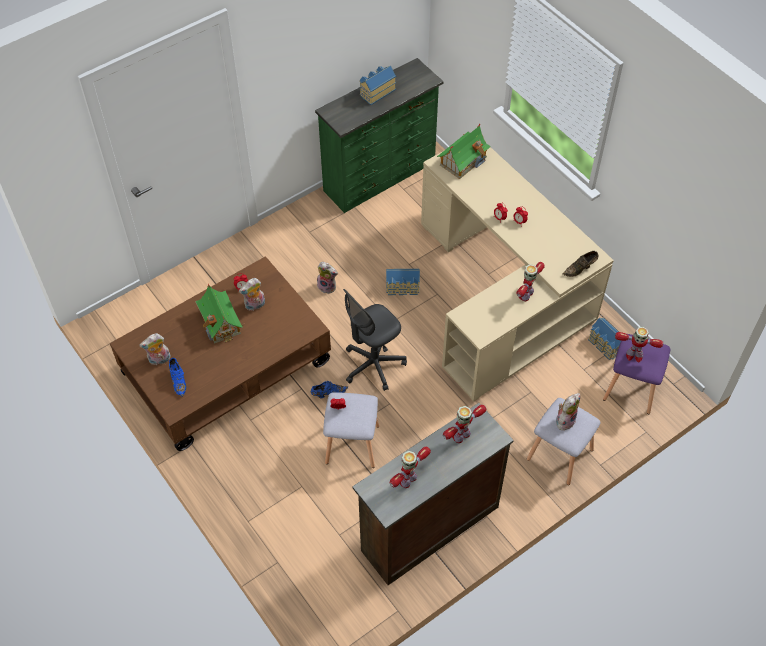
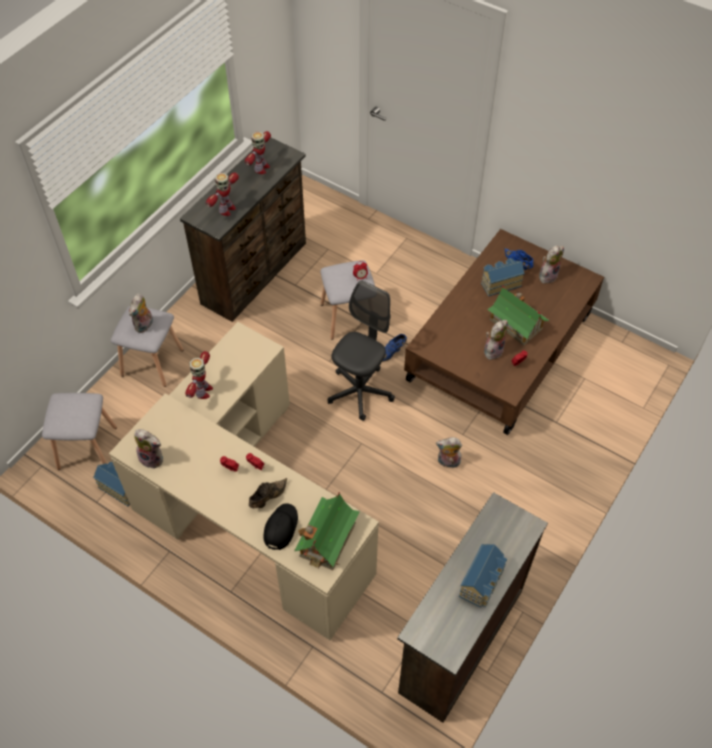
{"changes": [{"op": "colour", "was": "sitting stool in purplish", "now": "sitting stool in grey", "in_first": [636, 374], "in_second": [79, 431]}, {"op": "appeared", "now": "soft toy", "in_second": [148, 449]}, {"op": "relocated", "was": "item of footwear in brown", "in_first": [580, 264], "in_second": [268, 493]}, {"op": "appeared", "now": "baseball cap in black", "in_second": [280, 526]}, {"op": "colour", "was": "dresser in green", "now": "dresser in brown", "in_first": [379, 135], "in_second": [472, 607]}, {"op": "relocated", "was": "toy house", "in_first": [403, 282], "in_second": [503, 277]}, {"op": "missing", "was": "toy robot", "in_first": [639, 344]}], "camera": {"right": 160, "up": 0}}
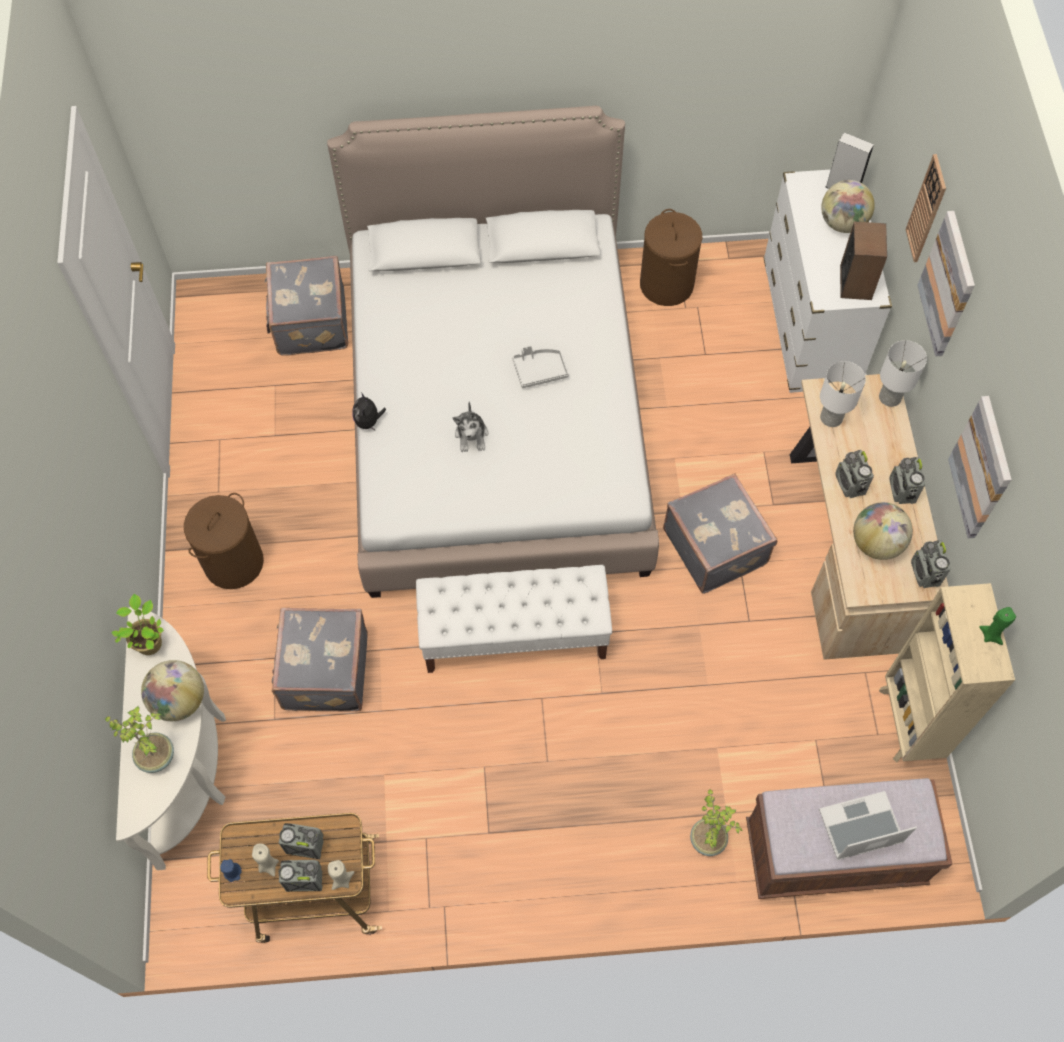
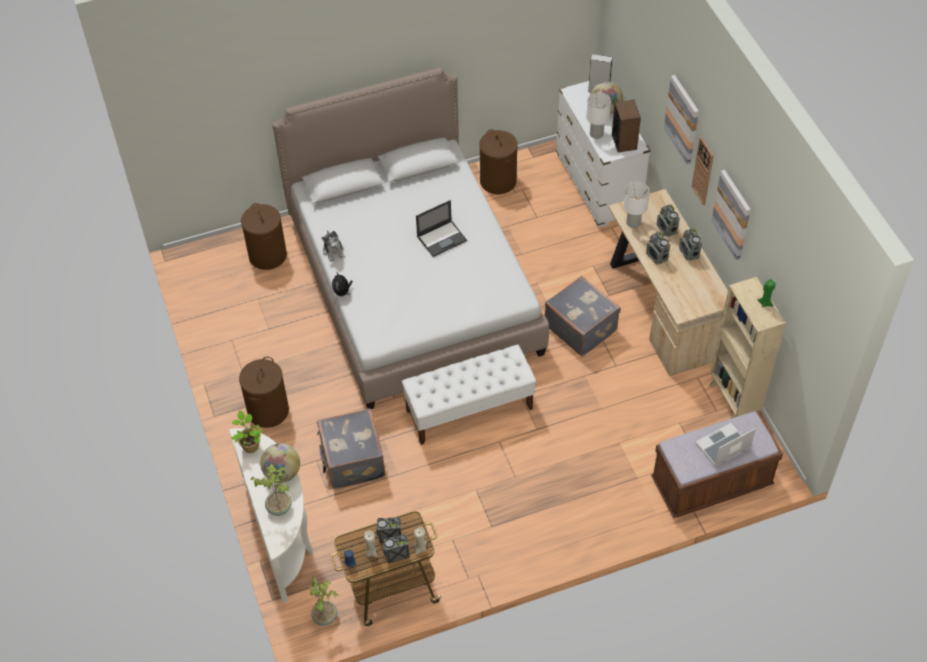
{"changes": [{"op": "exchanged", "was": "piece of luggage in grey", "now": "hamper in brown", "in_first": [306, 306], "in_second": [264, 236]}, {"op": "relocated", "was": "houseplant", "in_first": [716, 822], "in_second": [323, 601]}, {"op": "relocated", "was": "soft toy", "in_first": [470, 426], "in_second": [333, 246]}, {"op": "exchanged", "was": "serving tray in grey", "now": "notebook computer", "in_first": [540, 367], "in_second": [441, 228]}, {"op": "relocated", "was": "tabletop lamp in white", "in_first": [903, 373], "in_second": [598, 116]}, {"op": "relocated", "was": "radio set", "in_first": [931, 564], "in_second": [668, 221]}, {"op": "relocated", "was": "clock on the wall", "in_first": [926, 208], "in_second": [703, 171]}, {"op": "missing", "was": "globe", "in_first": [883, 531]}], "camera": {"right": -15, "up": -10}}
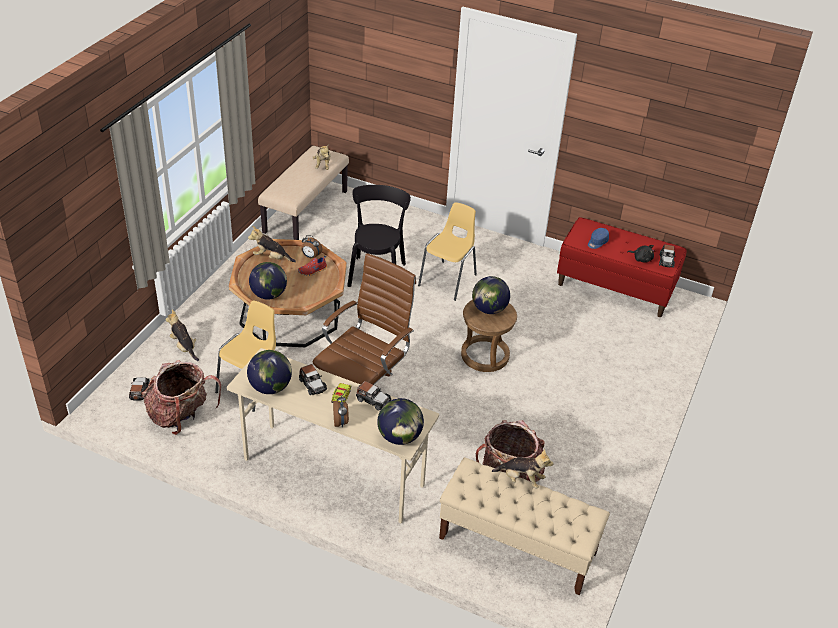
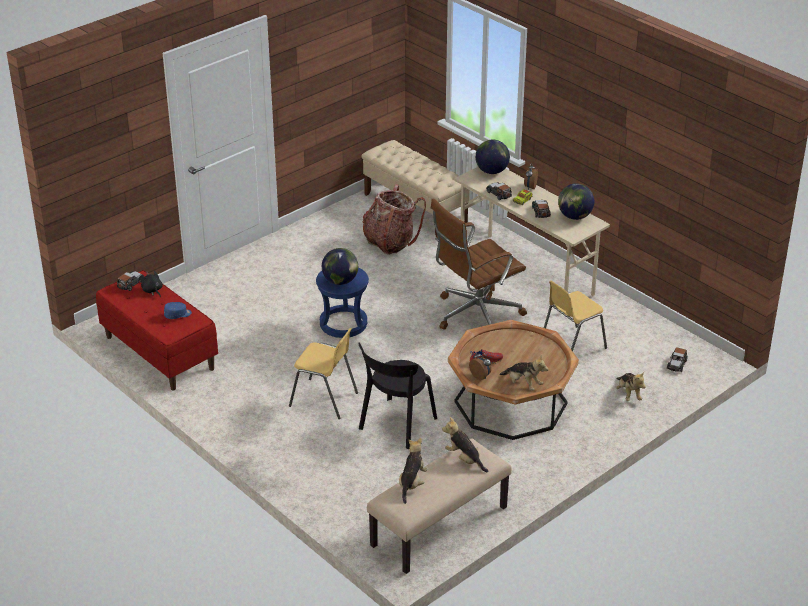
{"changes": [{"op": "spun", "was": "upright chair in yellow-coloured", "in_first": [447, 251], "in_second": [323, 373], "clockwise": -120}, {"op": "colour", "was": "sitting stool in brown", "now": "sitting stool in blue-coloured", "in_first": [489, 336], "in_second": [342, 302]}, {"op": "relocated", "was": "soft toy", "in_first": [522, 469], "in_second": [465, 445]}, {"op": "missing", "was": "rucksack", "in_first": [181, 397]}, {"op": "missing", "was": "globe", "in_first": [268, 281]}], "camera": {"right": -155, "up": -5}}
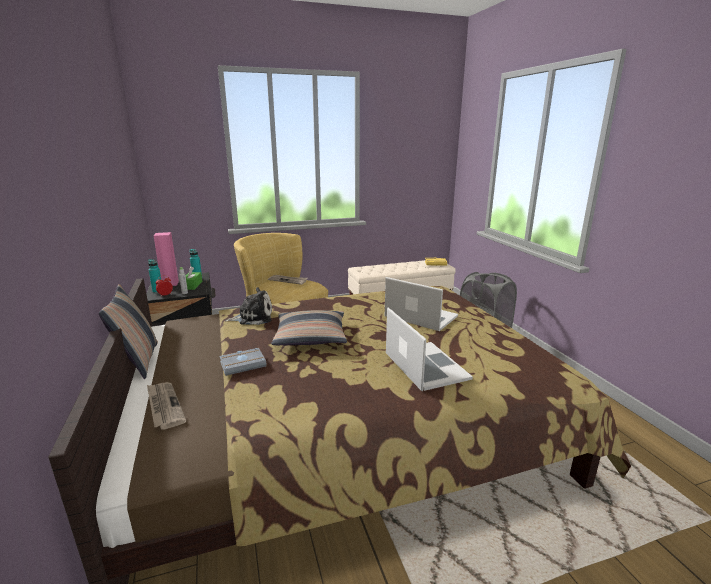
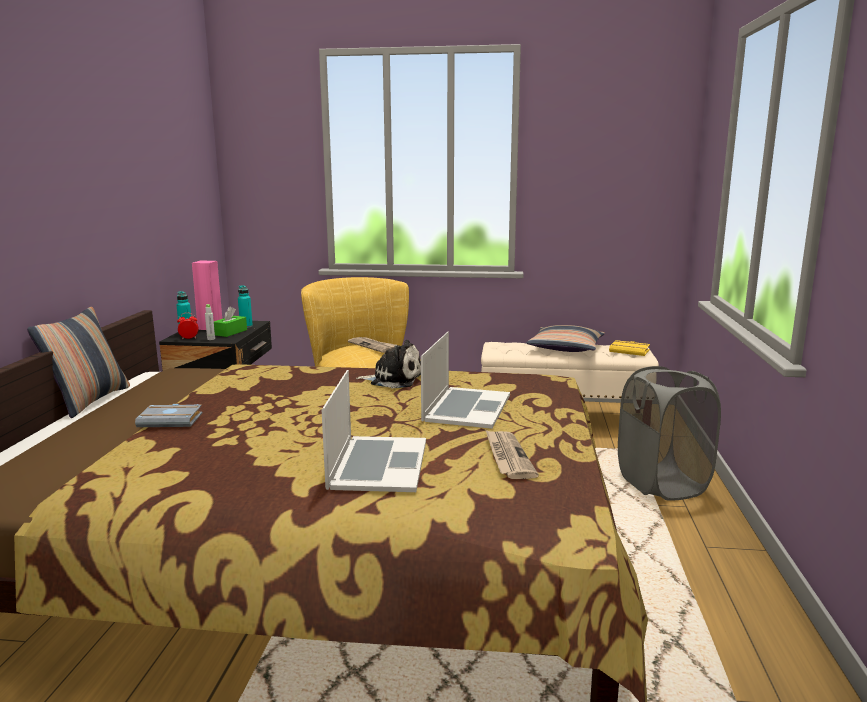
{"changes": [{"op": "relocated", "was": "soft toy", "in_first": [248, 306], "in_second": [388, 364]}, {"op": "spun", "was": "notebook computer", "in_first": [421, 304], "in_second": [465, 380], "clockwise": 45}, {"op": "relocated", "was": "printed paper", "in_first": [166, 405], "in_second": [512, 454]}, {"op": "relocated", "was": "cushion", "in_first": [309, 327], "in_second": [565, 338]}], "camera": {"right": 25, "up": -5}}
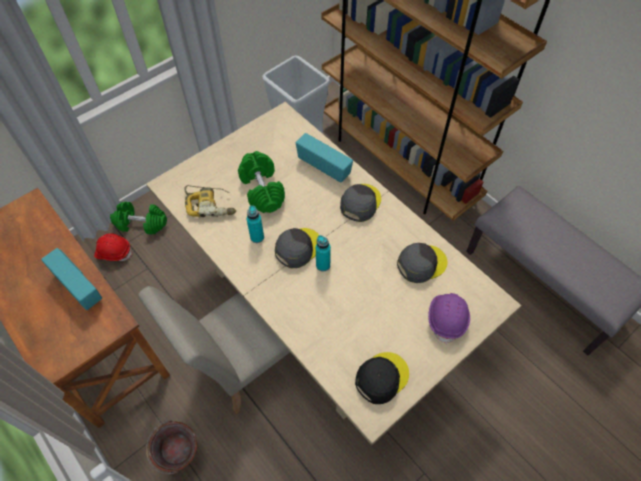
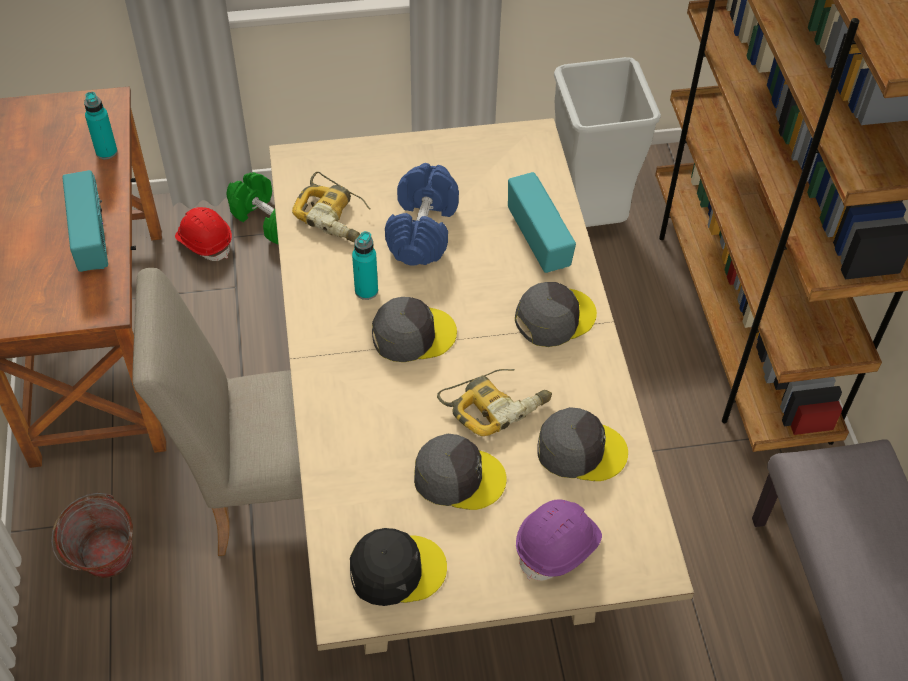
{"changes": [{"op": "relocated", "was": "beverage bottle in turquoise-coloured", "in_first": [323, 253], "in_second": [100, 125]}, {"op": "colour", "was": "dumbbell in green", "now": "dumbbell in blue-coloured", "in_first": [261, 182], "in_second": [422, 214]}, {"op": "appeared", "now": "baseball cap in grey", "in_second": [460, 472]}, {"op": "appeared", "now": "drill", "in_second": [494, 402]}], "camera": {"right": 30, "up": -5}}
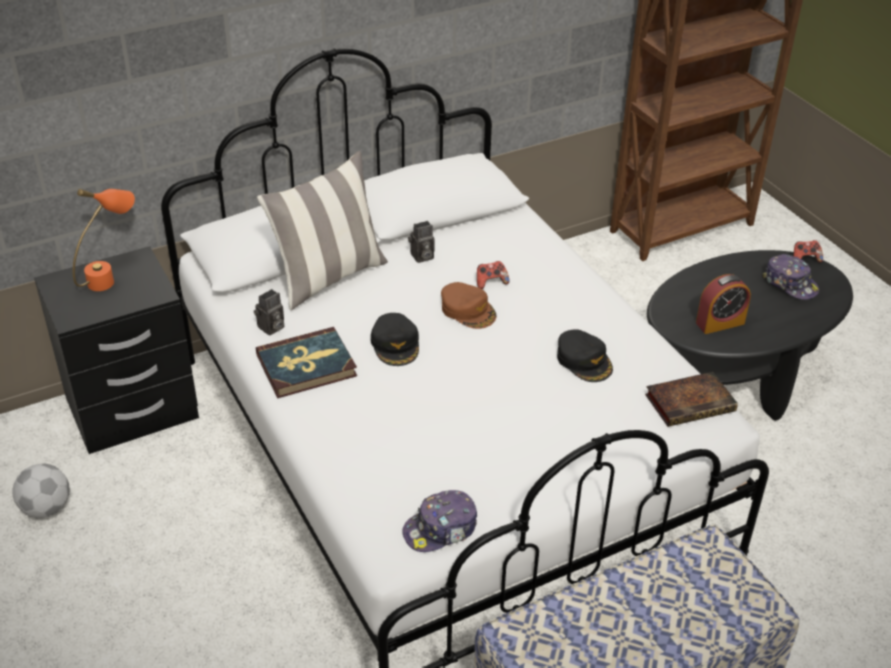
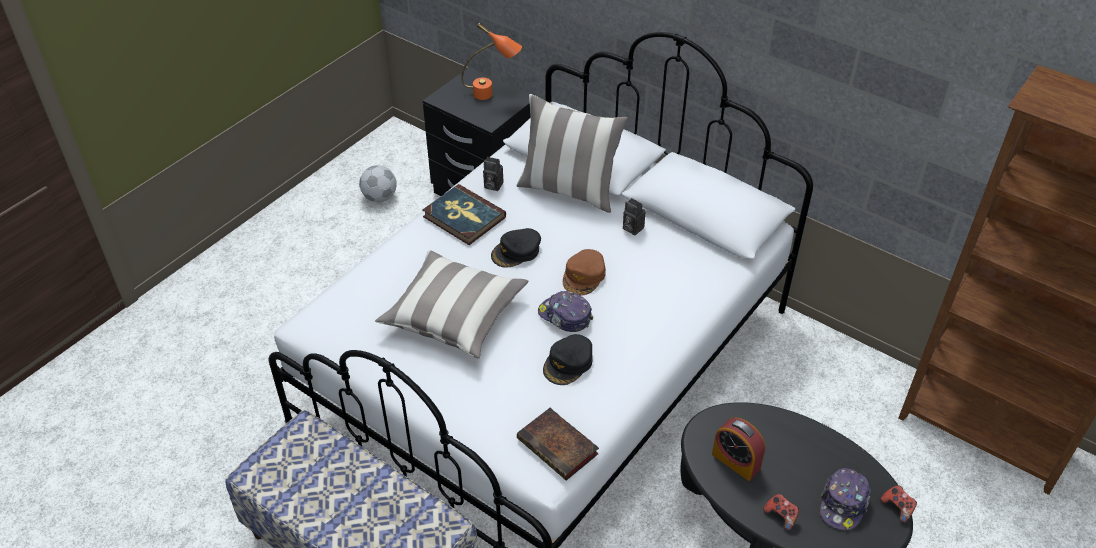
{"changes": [{"op": "appeared", "now": "cushion", "in_second": [451, 304]}, {"op": "relocated", "was": "baseball cap", "in_first": [439, 521], "in_second": [566, 311]}, {"op": "relocated", "was": "gamepad", "in_first": [493, 275], "in_second": [781, 512]}], "camera": {"right": 65, "up": 5}}
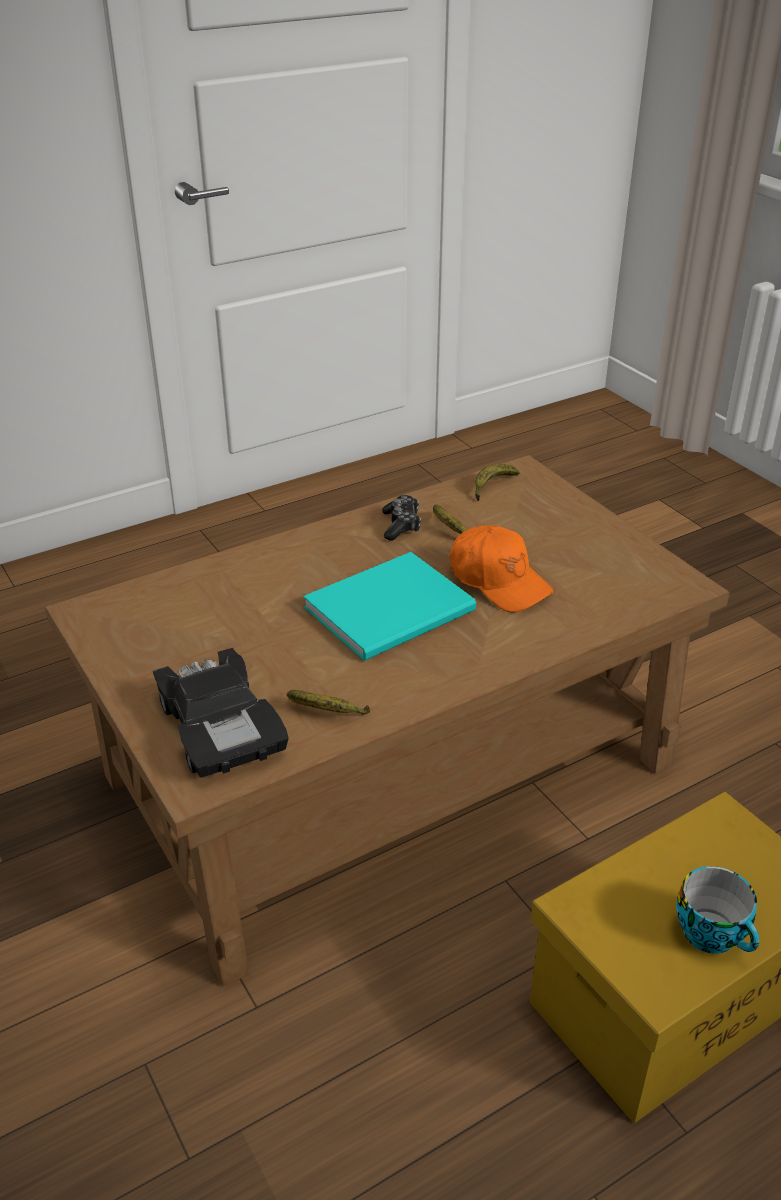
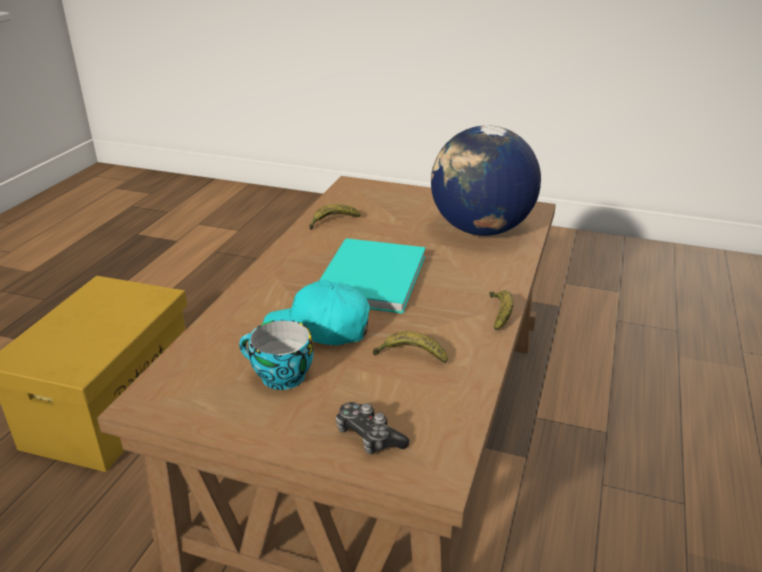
{"changes": [{"op": "relocated", "was": "small cup", "in_first": [717, 910], "in_second": [276, 354]}, {"op": "colour", "was": "baseball cap in orangey", "now": "baseball cap in turquoise-coloured", "in_first": [501, 568], "in_second": [316, 312]}, {"op": "relocated", "was": "gamepad", "in_first": [401, 518], "in_second": [372, 428]}, {"op": "appeared", "now": "globe", "in_second": [486, 180]}, {"op": "relocated", "was": "whole banana", "in_first": [497, 482], "in_second": [501, 310]}, {"op": "missing", "was": "toy car in black", "in_first": [221, 713]}], "camera": {"right": 140, "up": -5}}
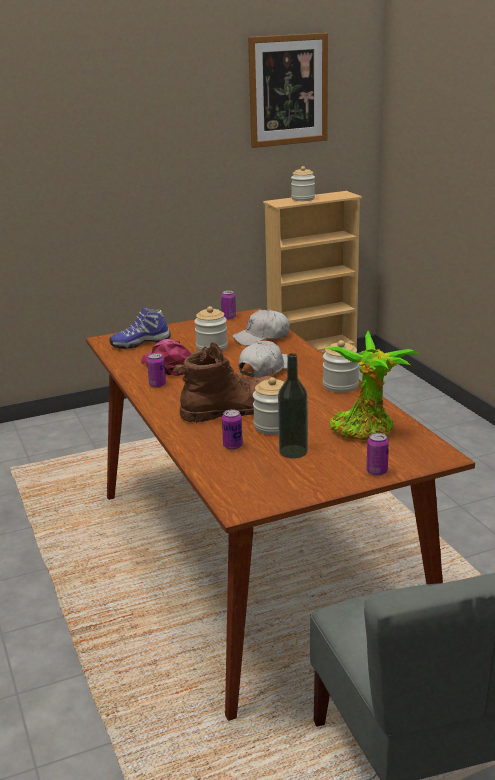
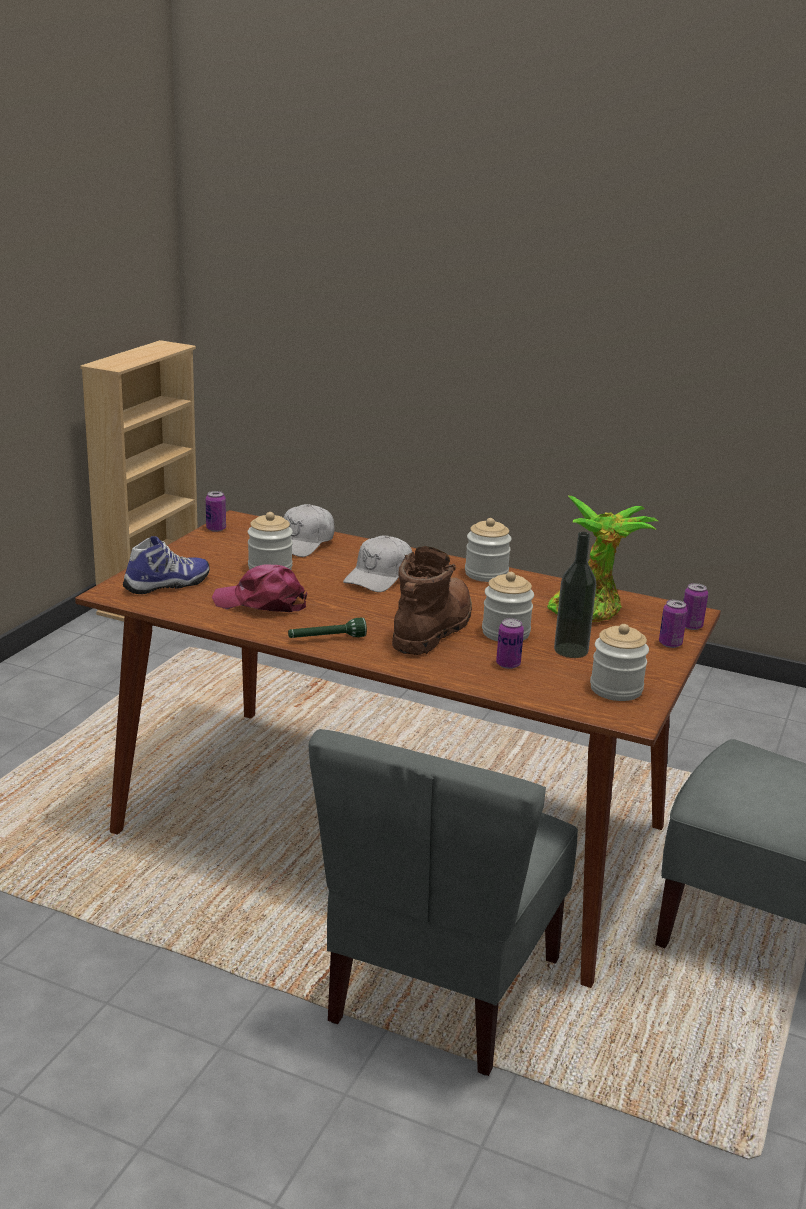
{"changes": [{"op": "spun", "was": "item of footwear", "in_first": [140, 328], "in_second": [166, 565], "clockwise": -150}, {"op": "appeared", "now": "flashlight in green", "in_second": [327, 628]}, {"op": "appeared", "now": "upright chair in grey", "in_second": [443, 902]}, {"op": "spun", "was": "baseball cap in white", "in_first": [263, 359], "in_second": [377, 563], "clockwise": -150}, {"op": "relocated", "was": "storage jar", "in_first": [303, 183], "in_second": [619, 662]}, {"op": "relocated", "was": "metal can", "in_first": [156, 370], "in_second": [695, 606]}, {"op": "missing", "was": "wall art", "in_first": [288, 90]}], "camera": {"right": -45, "up": 0}}
